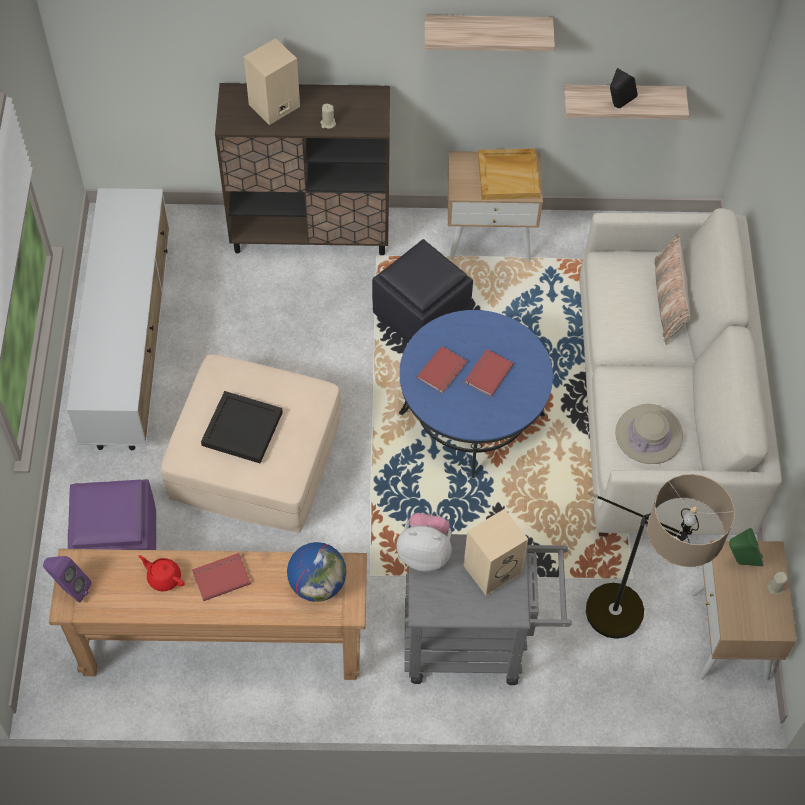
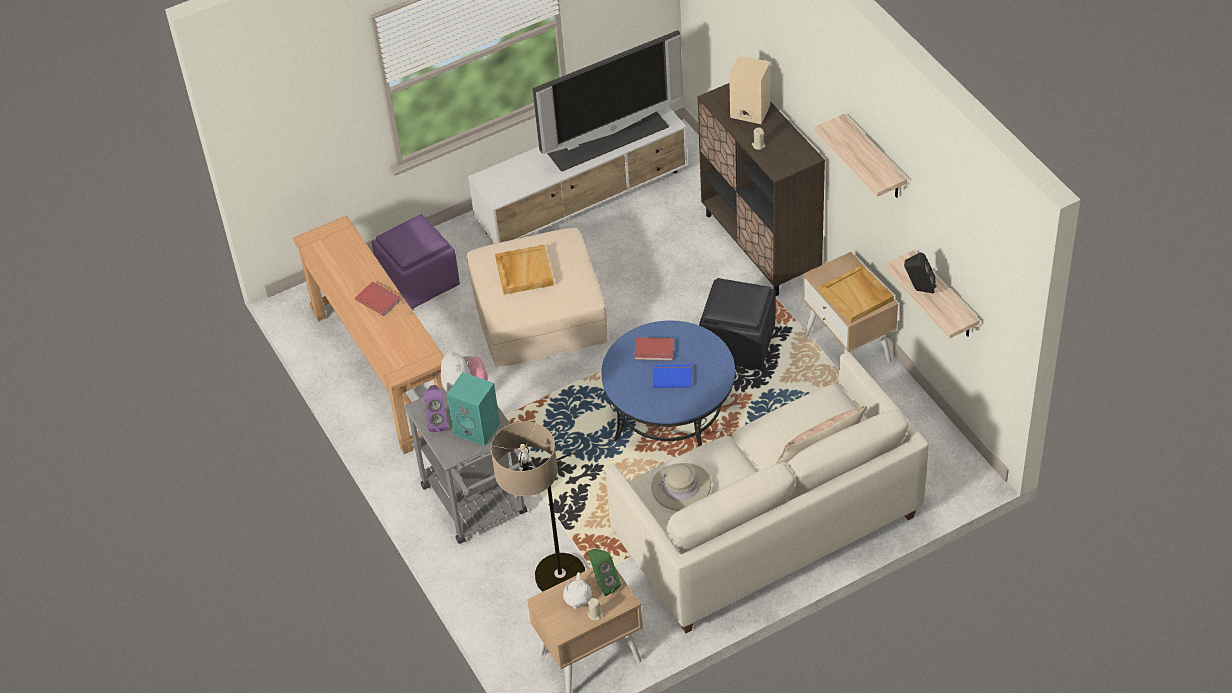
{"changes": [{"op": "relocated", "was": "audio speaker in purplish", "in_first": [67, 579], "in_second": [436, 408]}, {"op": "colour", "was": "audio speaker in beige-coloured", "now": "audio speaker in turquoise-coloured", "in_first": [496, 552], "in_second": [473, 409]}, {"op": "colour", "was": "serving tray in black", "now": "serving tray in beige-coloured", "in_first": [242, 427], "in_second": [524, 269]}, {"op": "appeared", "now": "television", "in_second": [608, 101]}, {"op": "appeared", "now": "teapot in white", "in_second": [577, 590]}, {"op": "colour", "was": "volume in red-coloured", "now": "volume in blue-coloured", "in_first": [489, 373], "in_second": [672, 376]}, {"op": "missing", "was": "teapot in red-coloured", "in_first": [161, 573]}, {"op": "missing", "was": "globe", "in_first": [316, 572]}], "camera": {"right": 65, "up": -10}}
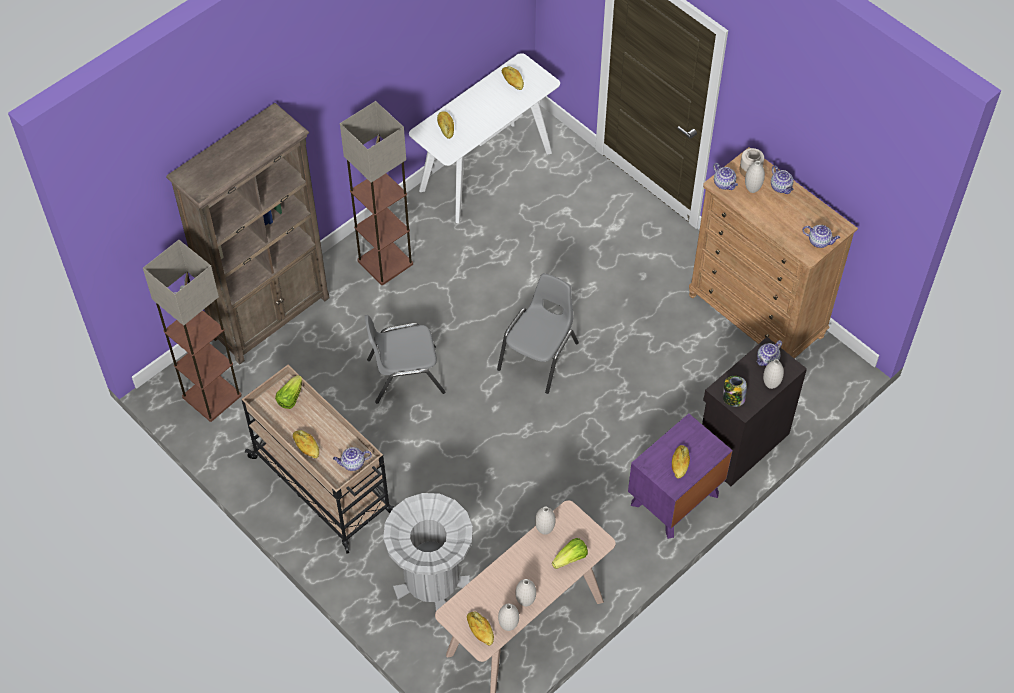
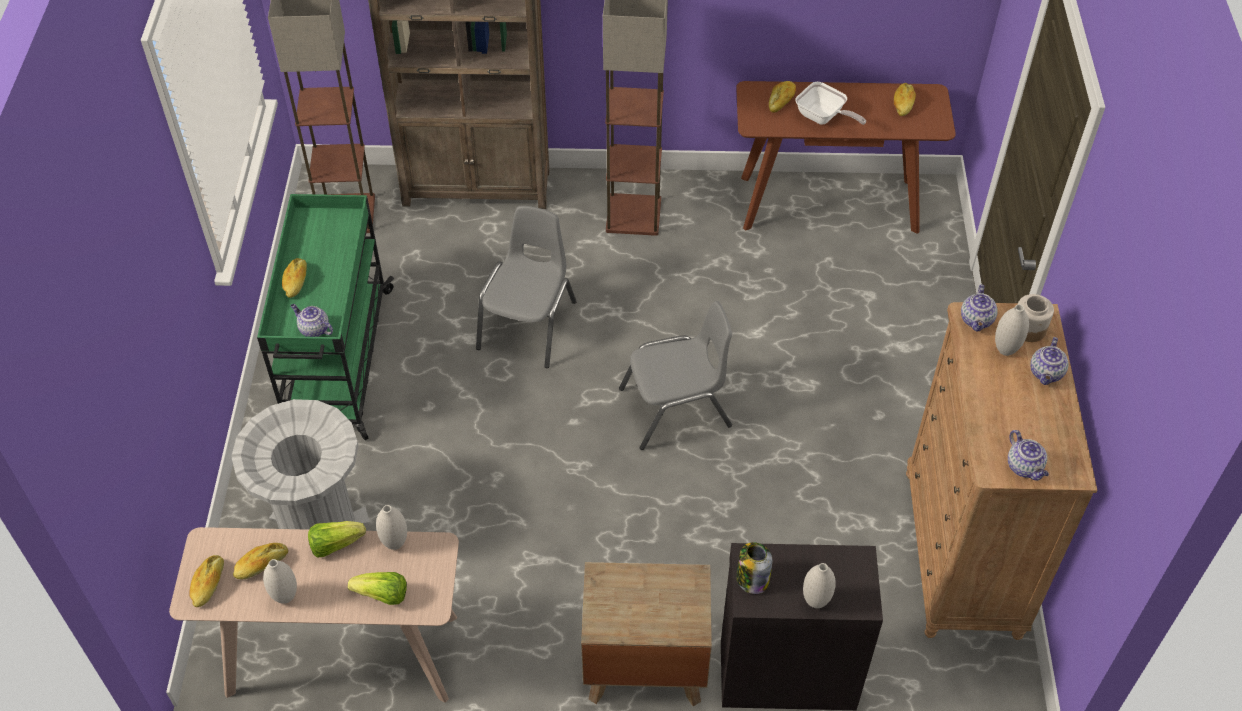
{"changes": [{"op": "relocated", "was": "baked bread", "in_first": [681, 462], "in_second": [260, 561]}, {"op": "colour", "was": "wheeled cart in beige-coloured", "now": "wheeled cart in green", "in_first": [317, 459], "in_second": [325, 317]}, {"op": "relocated", "was": "lettuce", "in_first": [288, 392], "in_second": [337, 539]}, {"op": "spun", "was": "upright chair in grey", "in_first": [405, 359], "in_second": [526, 287], "clockwise": 75}, {"op": "colour", "was": "nightstand in purplish", "now": "nightstand in brown", "in_first": [680, 476], "in_second": [646, 634]}, {"op": "colour", "was": "console table in white", "now": "console table in brown", "in_first": [484, 138], "in_second": [846, 157]}, {"op": "appeared", "now": "skillet", "in_second": [830, 103]}, {"op": "missing", "was": "flower vase in white", "in_first": [508, 617]}, {"op": "missing", "was": "teapot", "in_first": [769, 353]}], "camera": {"right": 45, "up": -5}}
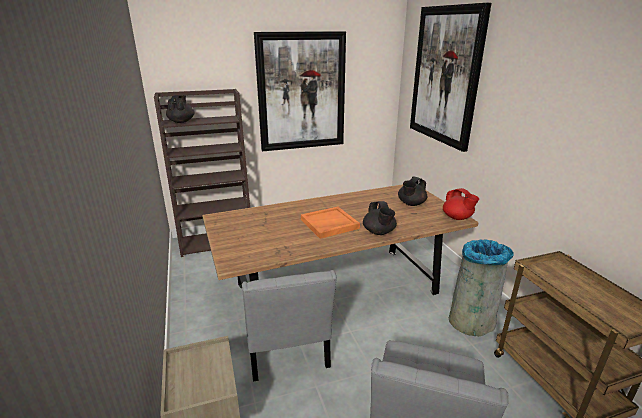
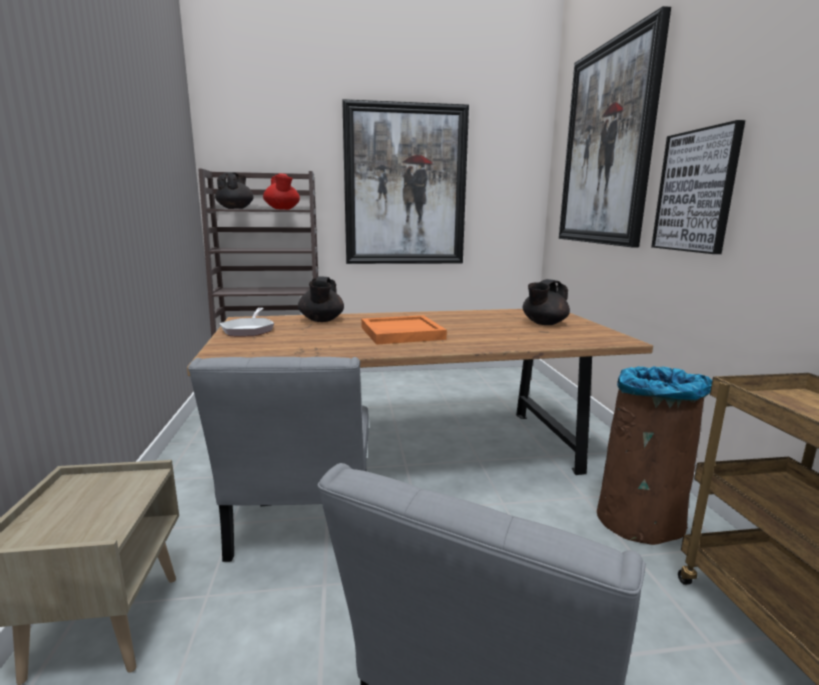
{"changes": [{"op": "appeared", "now": "skillet", "in_second": [247, 322]}, {"op": "relocated", "was": "teapot in red-coloured", "in_first": [461, 204], "in_second": [281, 191]}, {"op": "relocated", "was": "teapot in black", "in_first": [380, 218], "in_second": [321, 299]}, {"op": "colour", "was": "rubbish bin in grey", "now": "rubbish bin in brown", "in_first": [481, 287], "in_second": [654, 455]}, {"op": "appeared", "now": "wall art", "in_second": [698, 187]}], "camera": {"right": 10, "up": -10}}
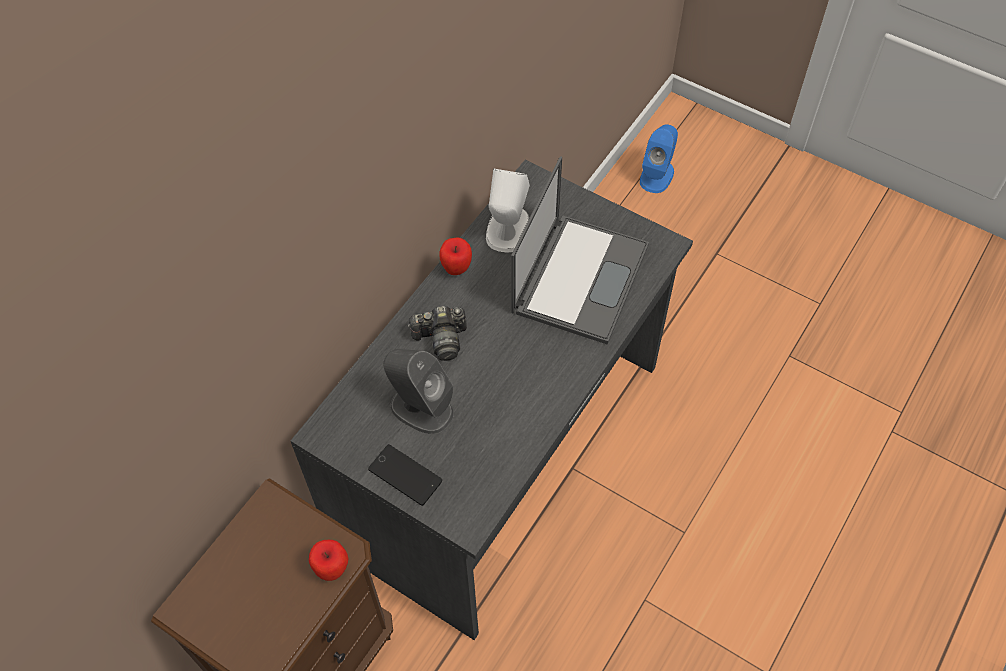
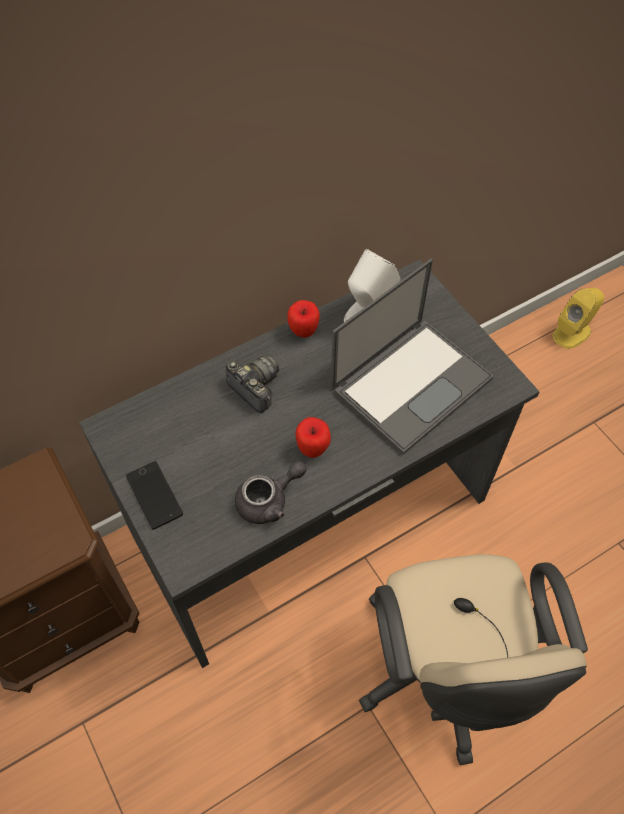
{"changes": [{"op": "spun", "was": "still camera", "in_first": [437, 333], "in_second": [252, 384], "clockwise": -150}, {"op": "appeared", "now": "teapot in grey", "in_second": [271, 492]}, {"op": "relocated", "was": "apple", "in_first": [329, 560], "in_second": [313, 437]}, {"op": "appeared", "now": "computer chair in beige-coloured", "in_second": [473, 659]}, {"op": "colour", "was": "audio speaker in blue-coloured", "now": "audio speaker in yellow-coloured", "in_first": [659, 159], "in_second": [578, 318]}, {"op": "missing", "was": "audio speaker in grey", "in_first": [418, 391]}], "camera": {"right": 25, "up": 0}}
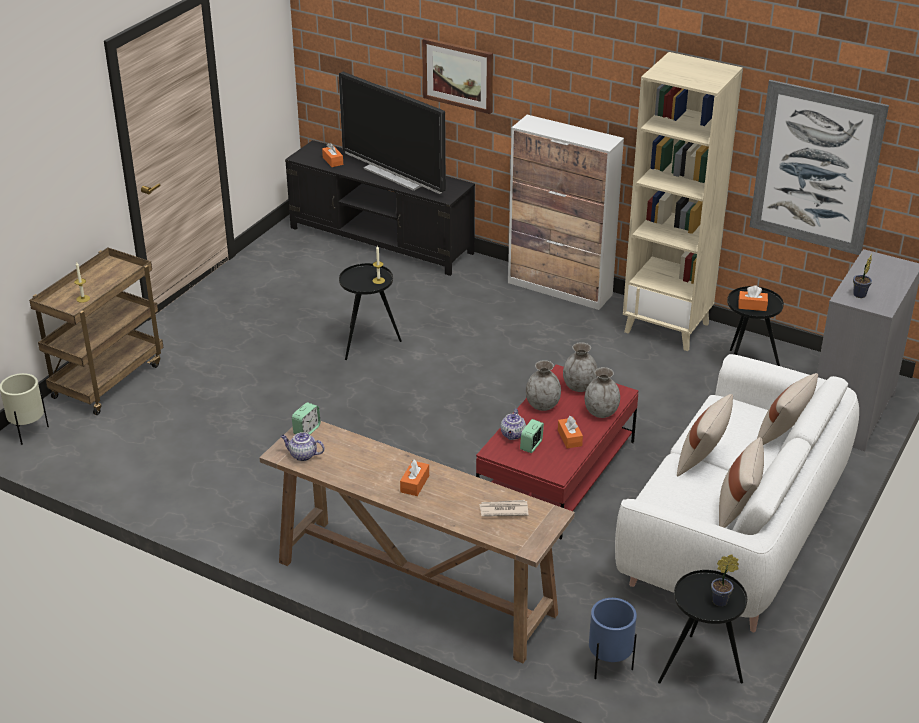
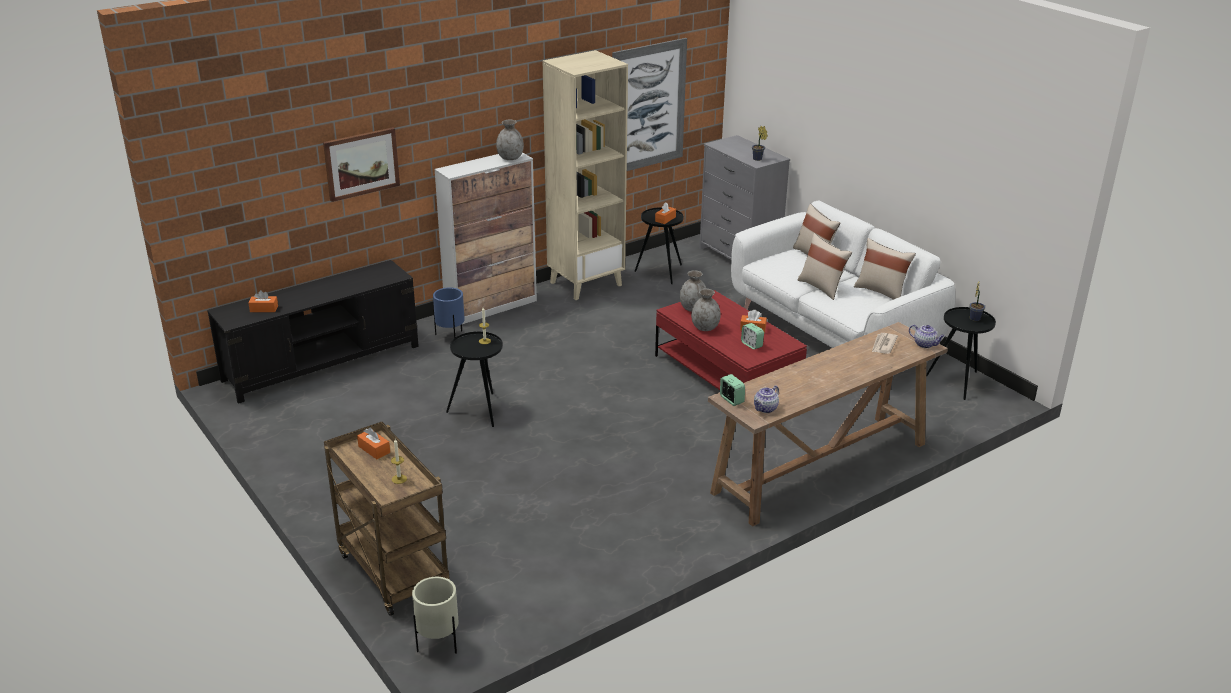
{"changes": [{"op": "relocated", "was": "tissue holder in orangey", "in_first": [414, 478], "in_second": [373, 443]}, {"op": "relocated", "was": "planter in blue-coloured", "in_first": [613, 639], "in_second": [449, 312]}, {"op": "relocated", "was": "flower vase in grey", "in_first": [602, 392], "in_second": [510, 140]}, {"op": "relocated", "was": "teapot", "in_first": [513, 424], "in_second": [927, 336]}, {"op": "missing", "was": "television", "in_first": [392, 133]}], "camera": {"right": -65, "up": -5}}
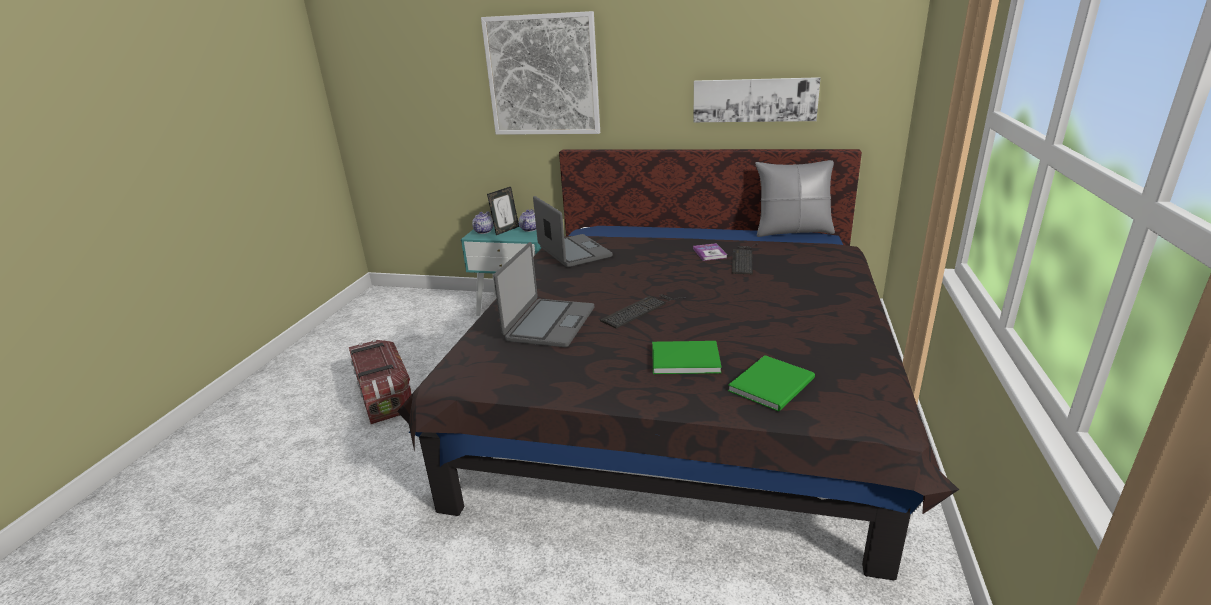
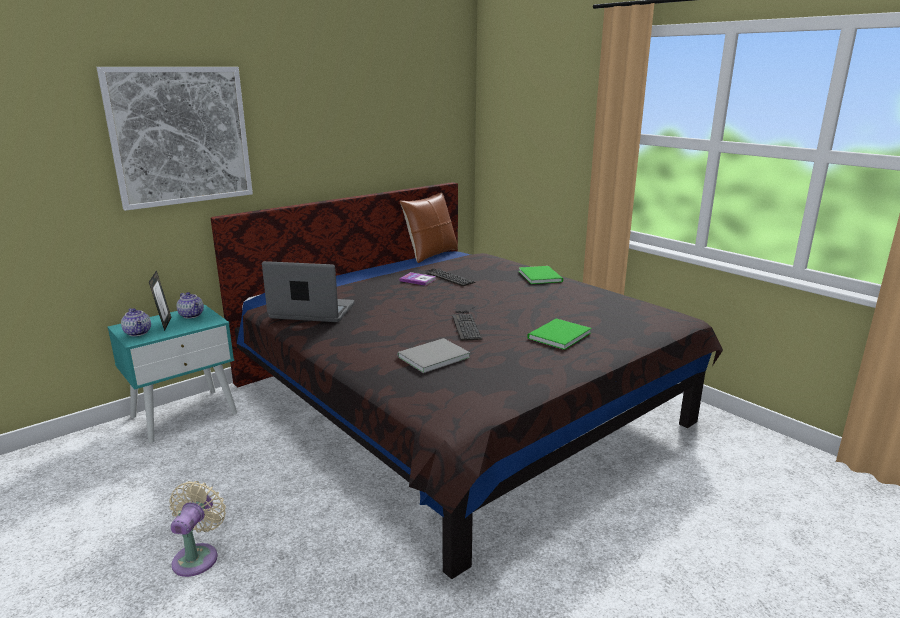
{"changes": [{"op": "exchanged", "was": "storage container", "now": "fan in beige-coloured", "in_first": [380, 381], "in_second": [197, 529]}, {"op": "exchanged", "was": "notebook computer", "now": "volume in grey", "in_first": [543, 294], "in_second": [433, 355]}, {"op": "colour", "was": "cushion in grey", "now": "cushion in brown", "in_first": [795, 198], "in_second": [429, 228]}, {"op": "relocated", "was": "volume in green", "in_first": [771, 383], "in_second": [541, 275]}, {"op": "missing", "was": "wall art", "in_first": [756, 99]}], "camera": {"right": -55, "up": -5}}
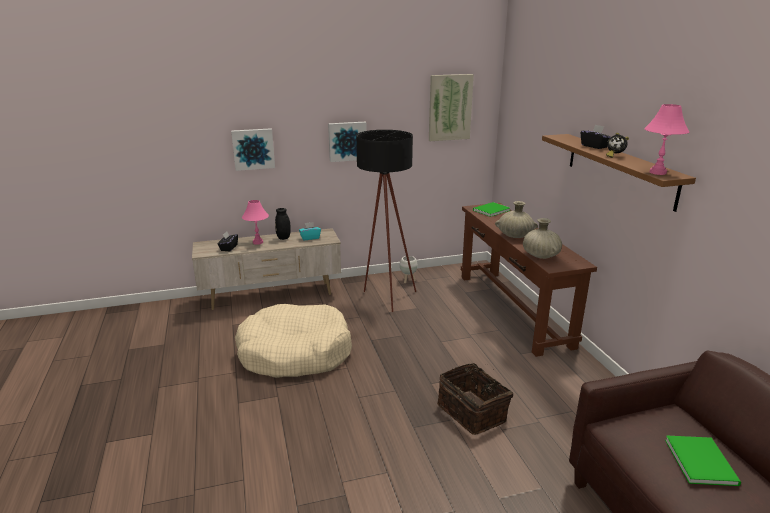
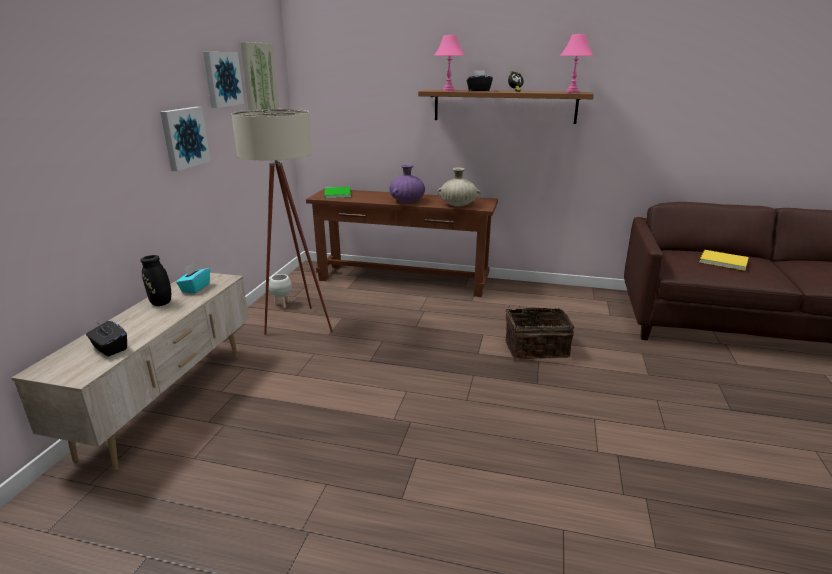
{"changes": [{"op": "relocated", "was": "wall art", "in_first": [253, 149], "in_second": [223, 80]}, {"op": "colour", "was": "standing lamp in black", "now": "standing lamp in beige-coloured", "in_first": [386, 221], "in_second": [282, 222]}, {"op": "colour", "was": "flower vase in beige-coloured", "now": "flower vase in purplish", "in_first": [516, 219], "in_second": [407, 184]}, {"op": "relocated", "was": "tabletop lamp in pinkish", "in_first": [255, 222], "in_second": [449, 63]}, {"op": "colour", "was": "volume in green", "now": "volume in yellow-coloured", "in_first": [703, 460], "in_second": [724, 260]}, {"op": "missing", "was": "dog bed in beige-coloured", "in_first": [293, 341]}], "camera": {"right": -60, "up": 0}}
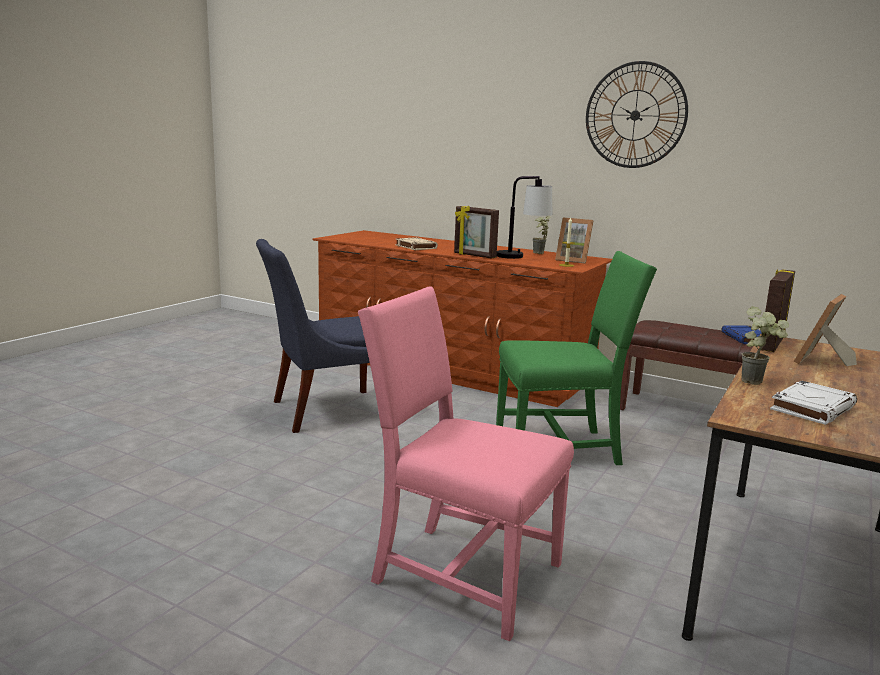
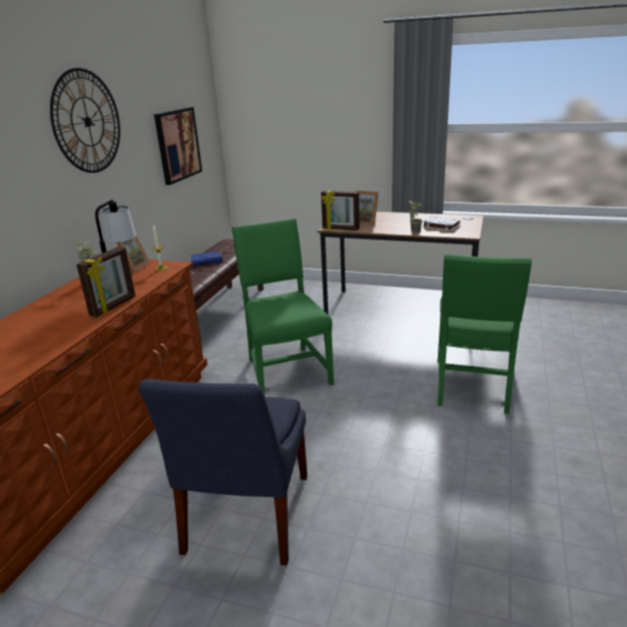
{"changes": [{"op": "spun", "was": "upright chair in blue-coloured", "in_first": [313, 336], "in_second": [223, 472], "clockwise": 45}, {"op": "appeared", "now": "wall art", "in_second": [178, 146]}, {"op": "colour", "was": "upright chair in pinkish", "now": "upright chair in green", "in_first": [466, 463], "in_second": [484, 334]}, {"op": "missing", "was": "volume in beige-coloured", "in_first": [416, 243]}], "camera": {"right": -100, "up": 10}}
